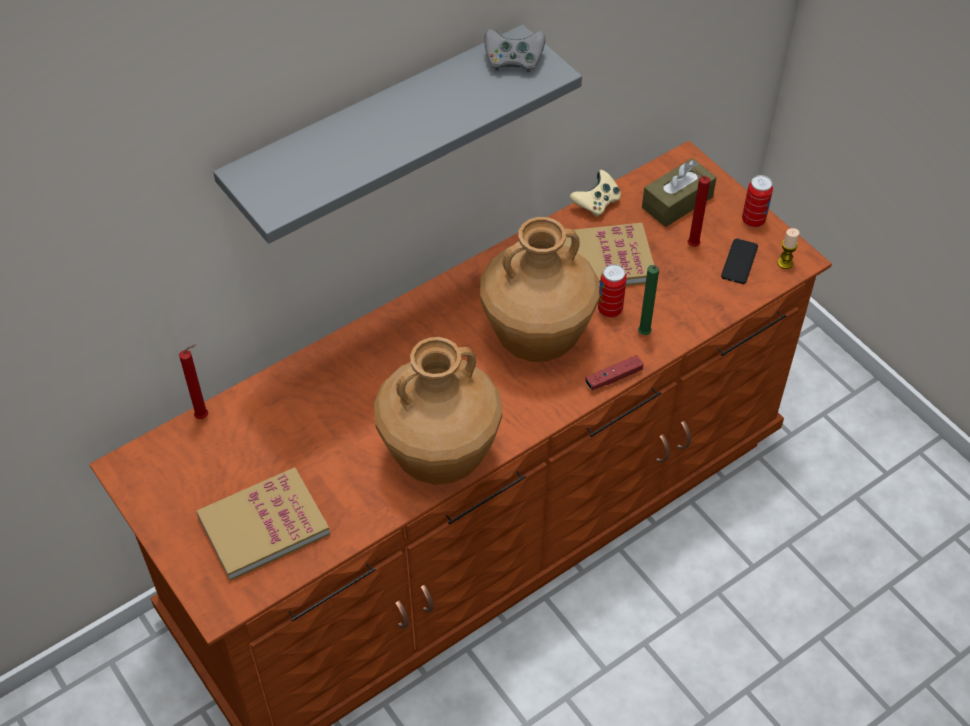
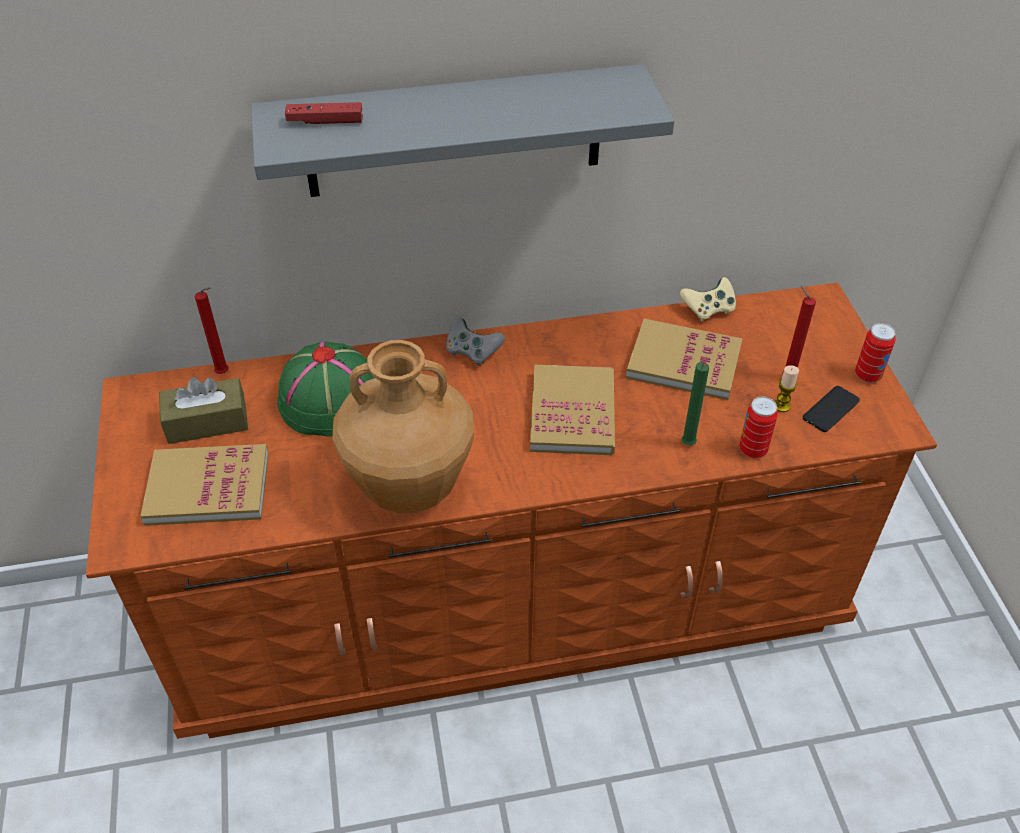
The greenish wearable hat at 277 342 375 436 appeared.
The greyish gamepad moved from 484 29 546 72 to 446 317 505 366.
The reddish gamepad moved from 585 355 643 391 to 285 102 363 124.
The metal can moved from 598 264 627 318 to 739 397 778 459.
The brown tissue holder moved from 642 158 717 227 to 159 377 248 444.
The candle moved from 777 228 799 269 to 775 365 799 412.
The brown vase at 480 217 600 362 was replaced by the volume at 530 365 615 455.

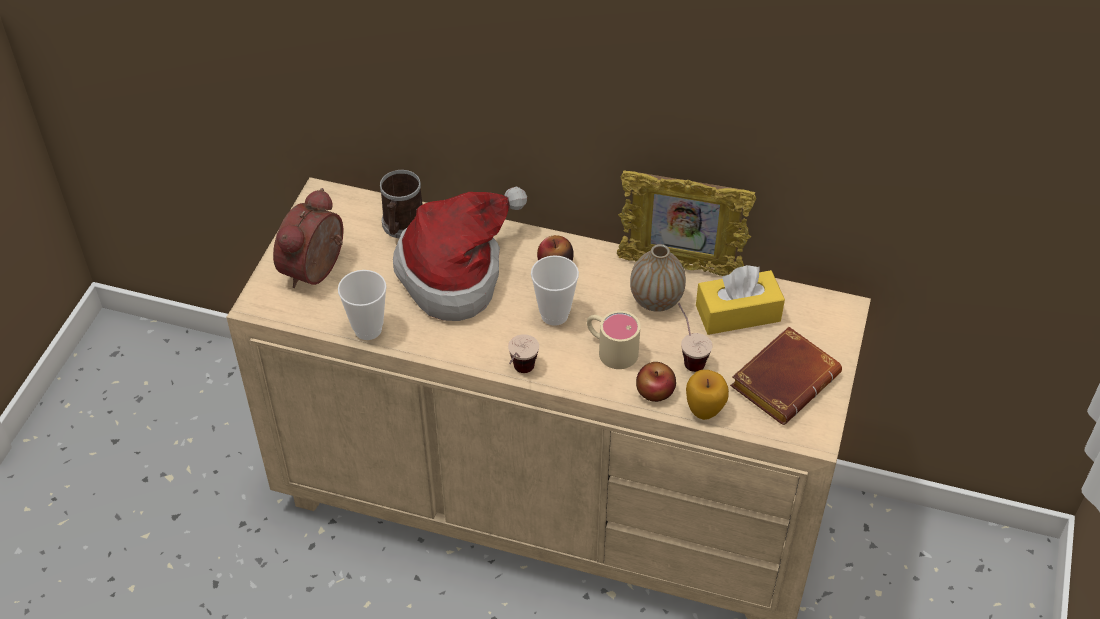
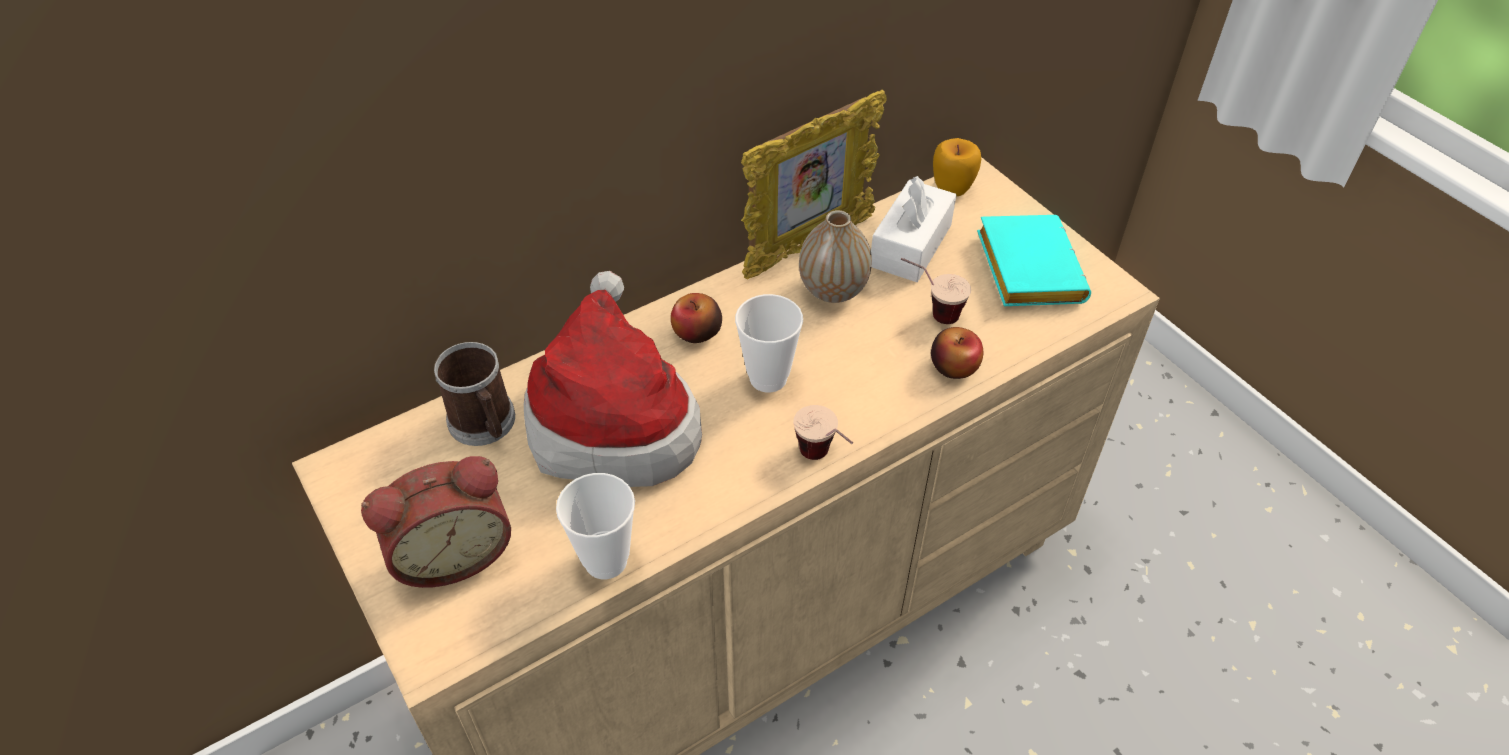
The beige tea mug at 587 311 641 369 disappeared.
The apple moved from 686 370 729 420 to 933 138 981 196.
The yellow tissue holder at 696 265 785 335 became the white tissue holder at 871 176 956 282.
The brown volume at 730 327 842 425 became the turquoise-coloured volume at 977 215 1091 306.
The bedside clock at 273 188 343 288 turned 90 degrees counterclockwise.

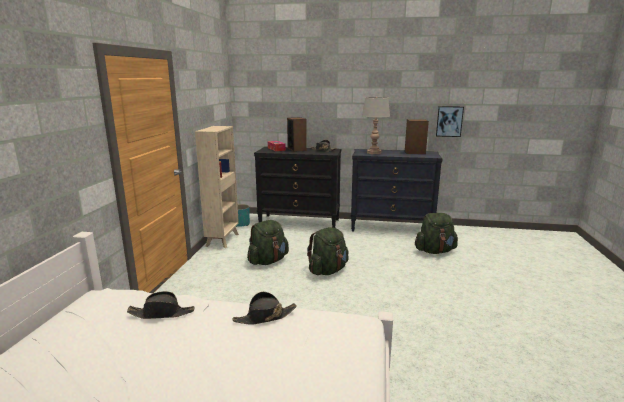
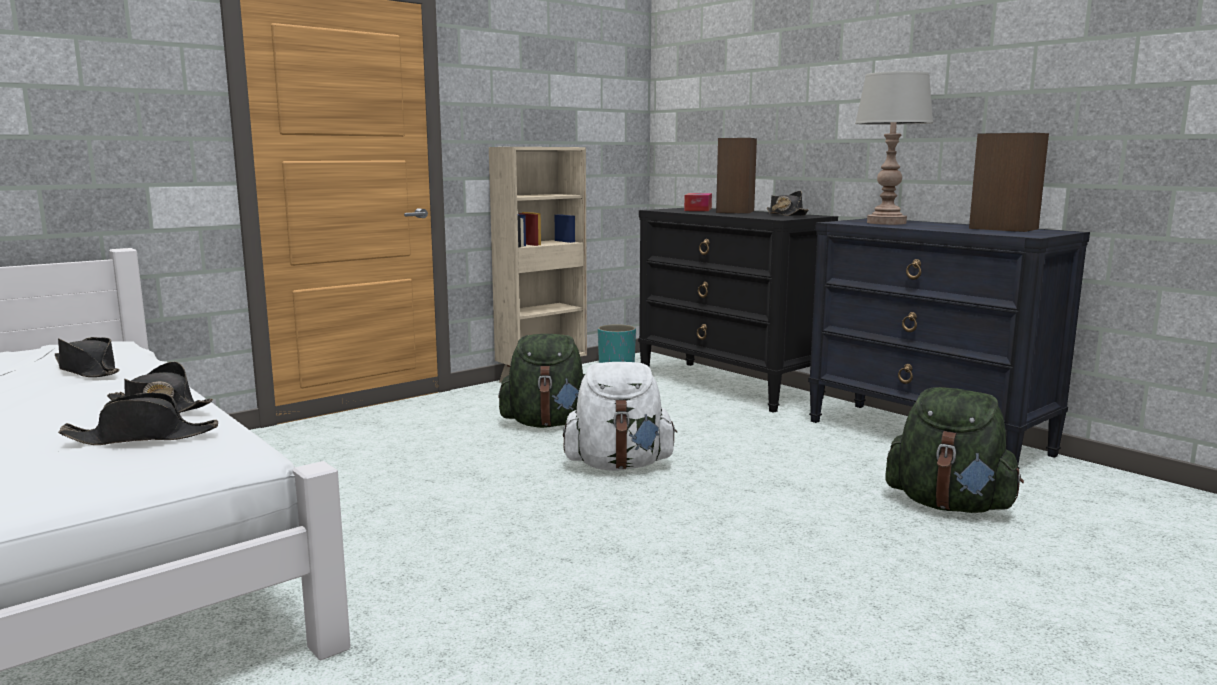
The picture at 436 106 464 137 disappeared.
The blackish wearable hat at 58 393 218 445 appeared.
The greenish knapsack at 307 227 348 275 became the white knapsack at 563 362 677 471.

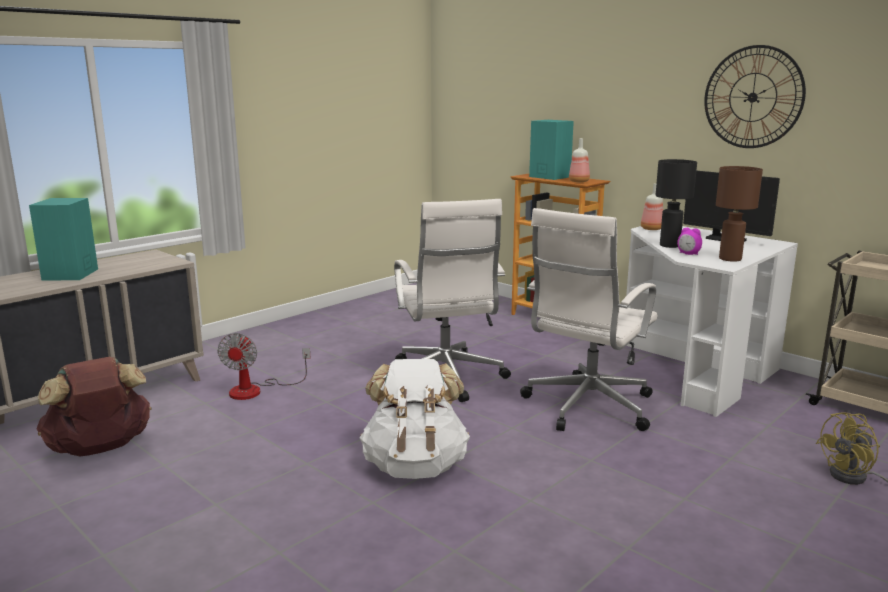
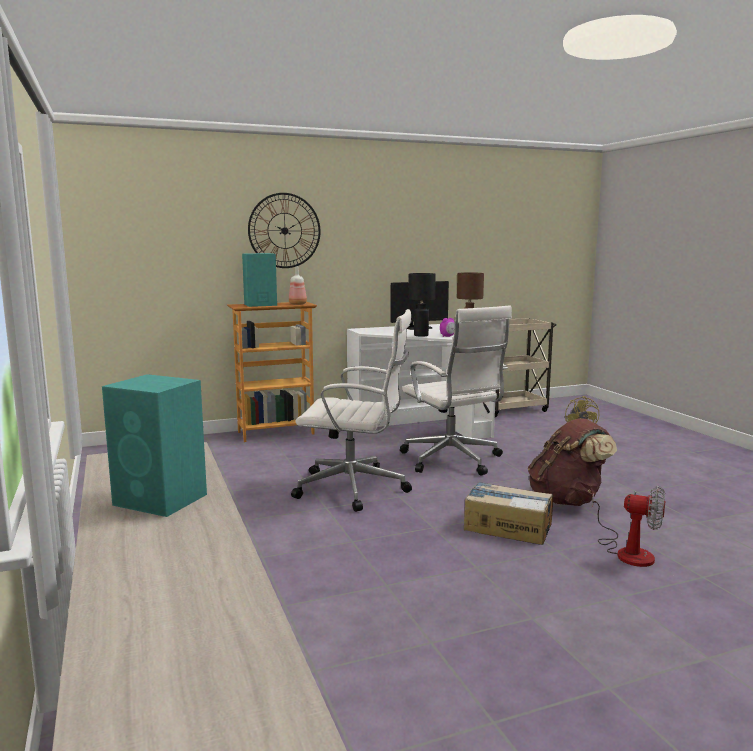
The bottle at 641 183 663 230 disappeared.
The brown knapsack moved from 36 357 152 457 to 528 419 617 506.
The electric fan moved from 217 333 311 400 to 592 485 665 567.
The hanging clock moved from 704 45 806 148 to 248 193 320 268.
The white knapsack at 359 359 470 479 was replaced by the carton at 464 481 553 545.

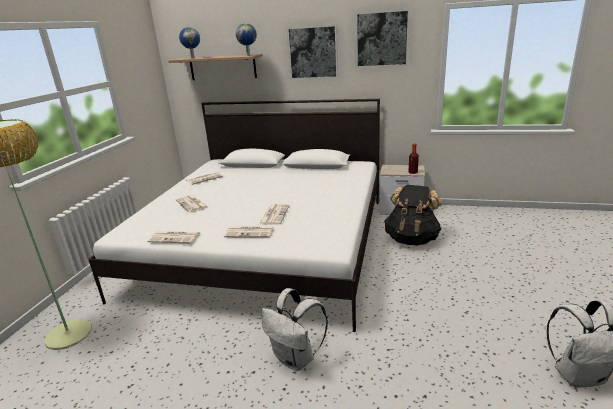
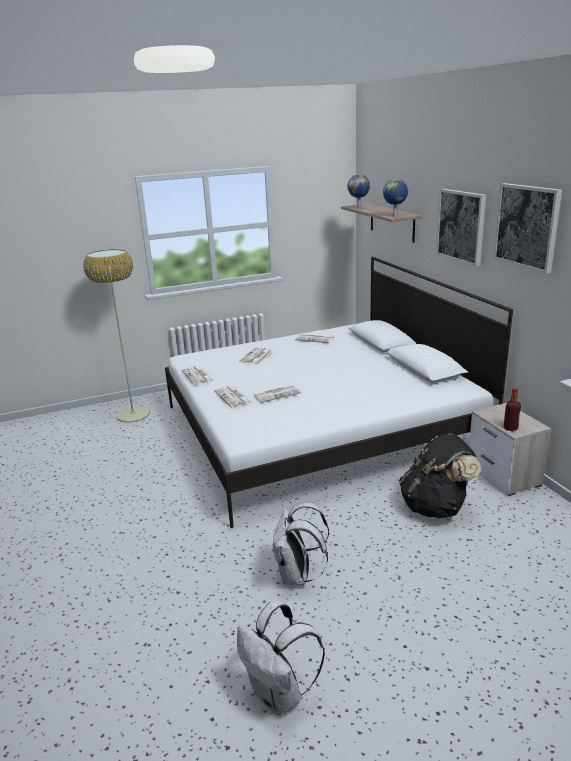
The white knapsack moved from 262 288 328 371 to 272 503 329 586.

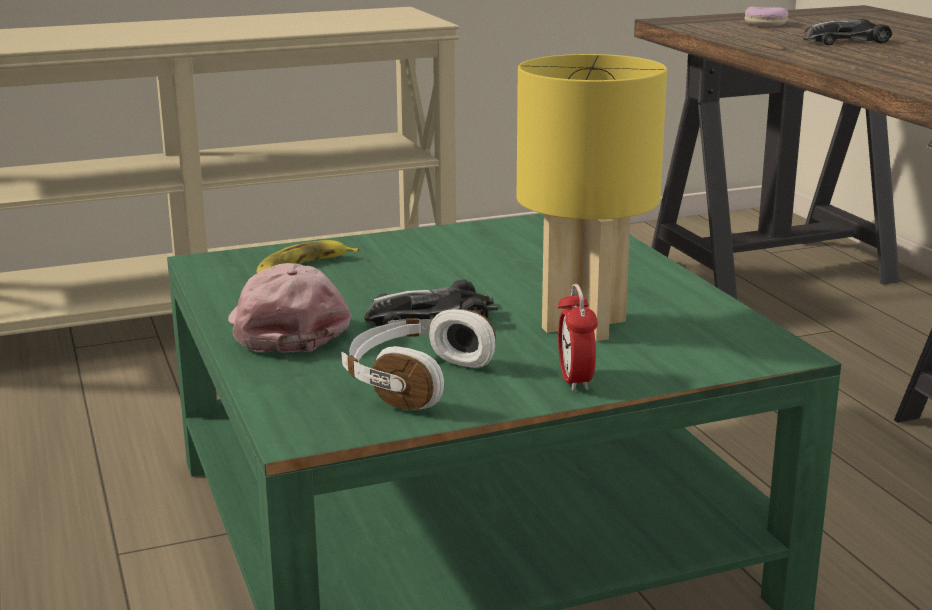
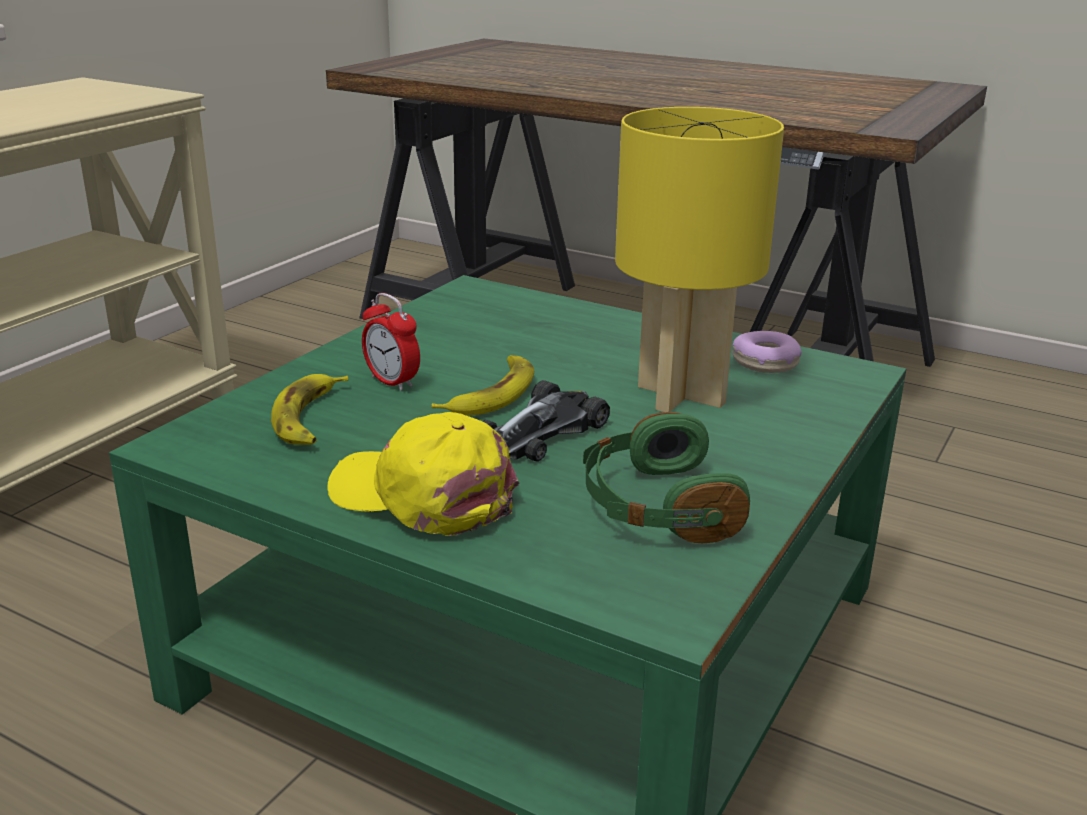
The model car at 803 18 892 45 disappeared.
The banana fruit at 432 355 534 416 appeared.
The bedside clock moved from 558 284 598 391 to 362 293 420 391.
The donut moved from 745 7 788 26 to 732 331 801 373.
The pink-coloured peaked cap at 228 263 352 353 became the yellow peaked cap at 328 412 519 536.
The white headset at 341 309 496 410 became the greenish headset at 583 412 750 543.

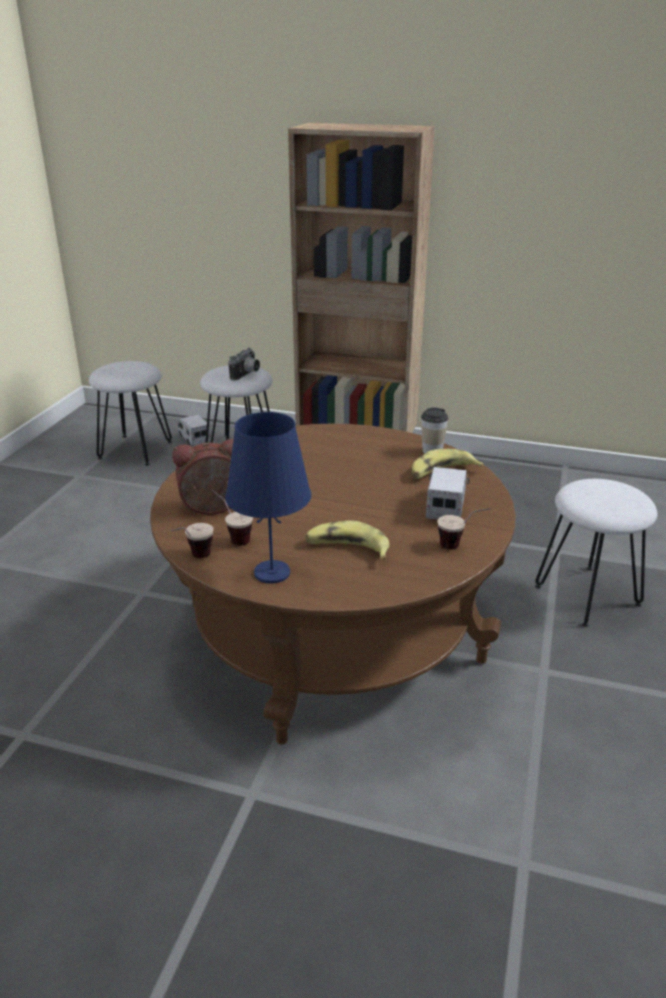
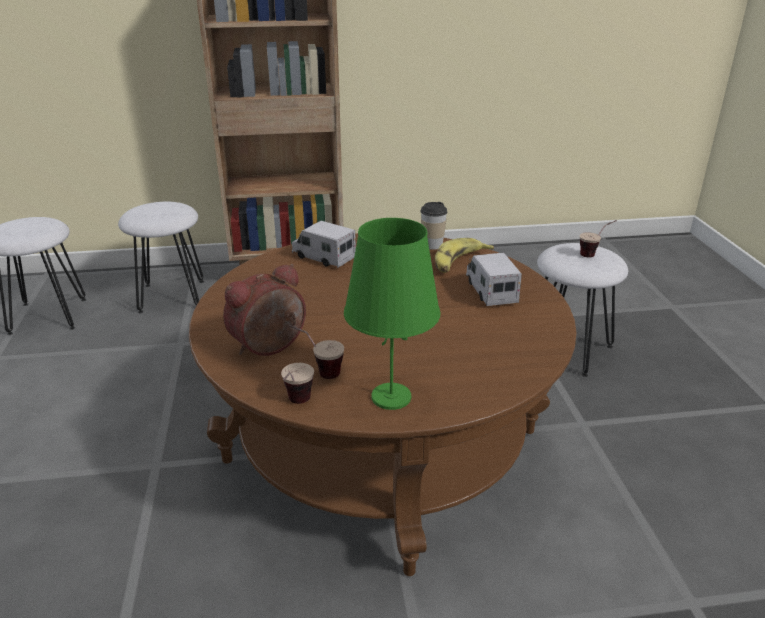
The still camera at 228 348 260 381 disappeared.
The banana fruit at 305 520 389 560 disappeared.
The toy lorry moved from 177 414 211 447 to 292 221 356 268.
The drinking cup moved from 437 508 491 550 to 580 220 617 258.
The blue lamp for a table at 225 412 311 584 became the greenish lamp for a table at 344 218 441 410.

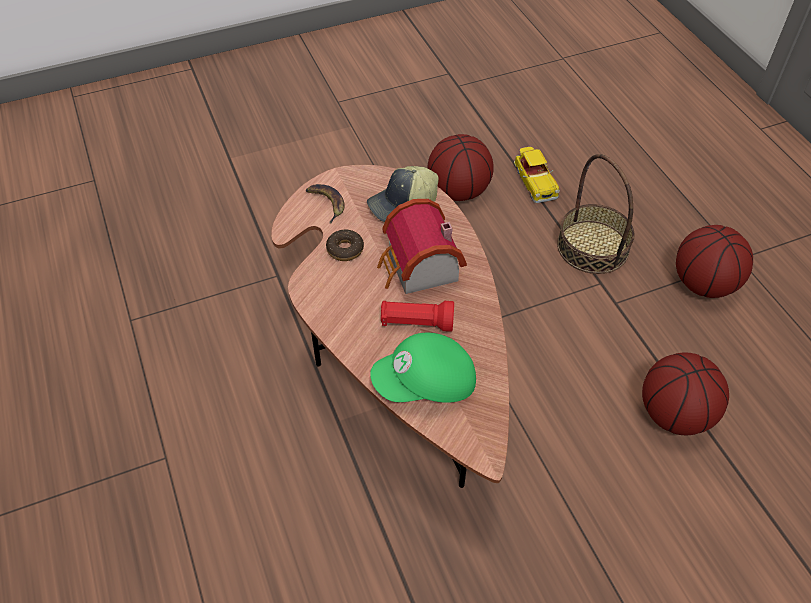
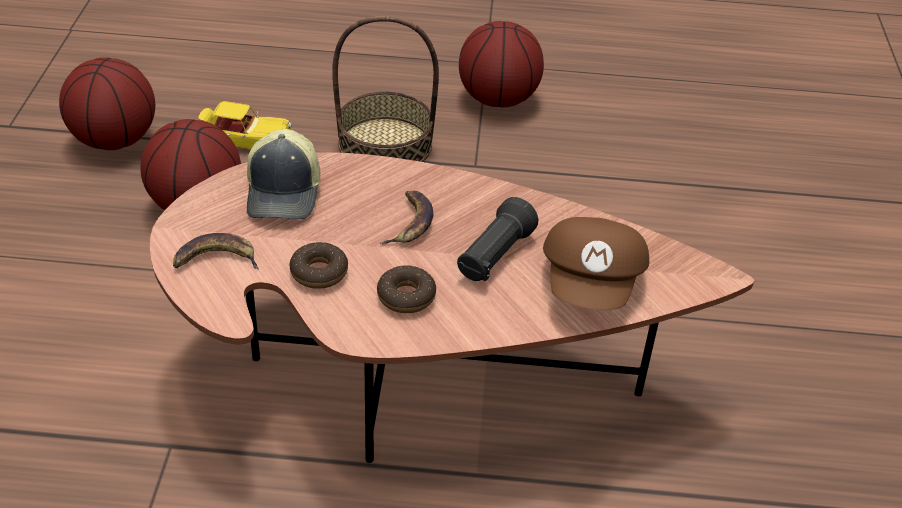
The donut at 377 265 436 313 appeared.
The basketball moved from 642 353 729 435 to 59 57 155 150.
The miniature house at 377 199 467 294 was replaced by the banana fruit at 381 191 433 245.
The greenish peaked cap at 370 333 476 403 became the brown peaked cap at 543 217 649 310.
The reddish hand torch at 381 301 454 332 became the blackish hand torch at 457 197 538 281.

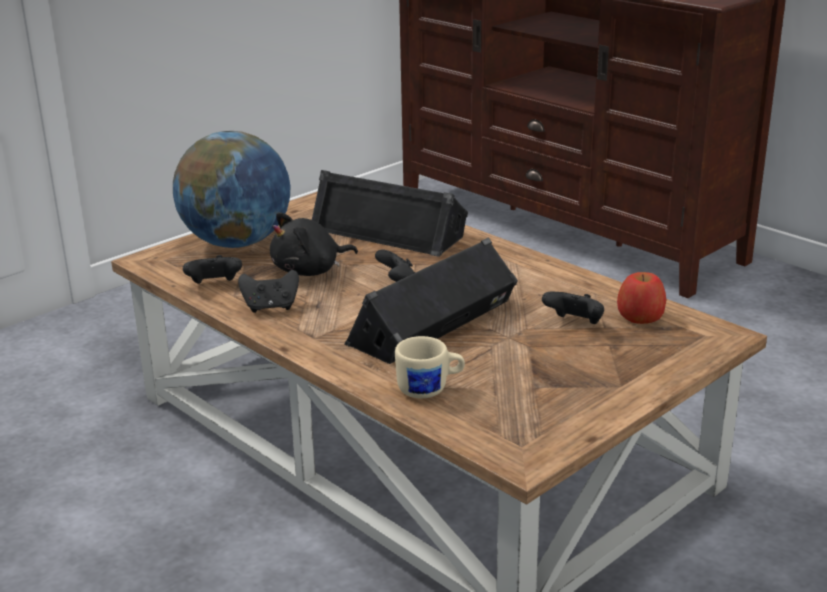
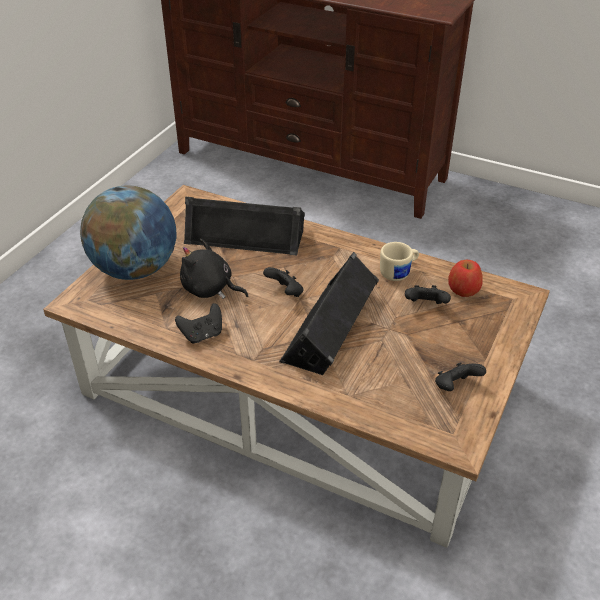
The blackish gamepad moved from 183 255 242 284 to 435 362 486 391.
The beige tea mug moved from 395 336 465 398 to 380 242 419 281.
The blackish soft toy at 270 212 358 276 turned 75 degrees clockwise.

